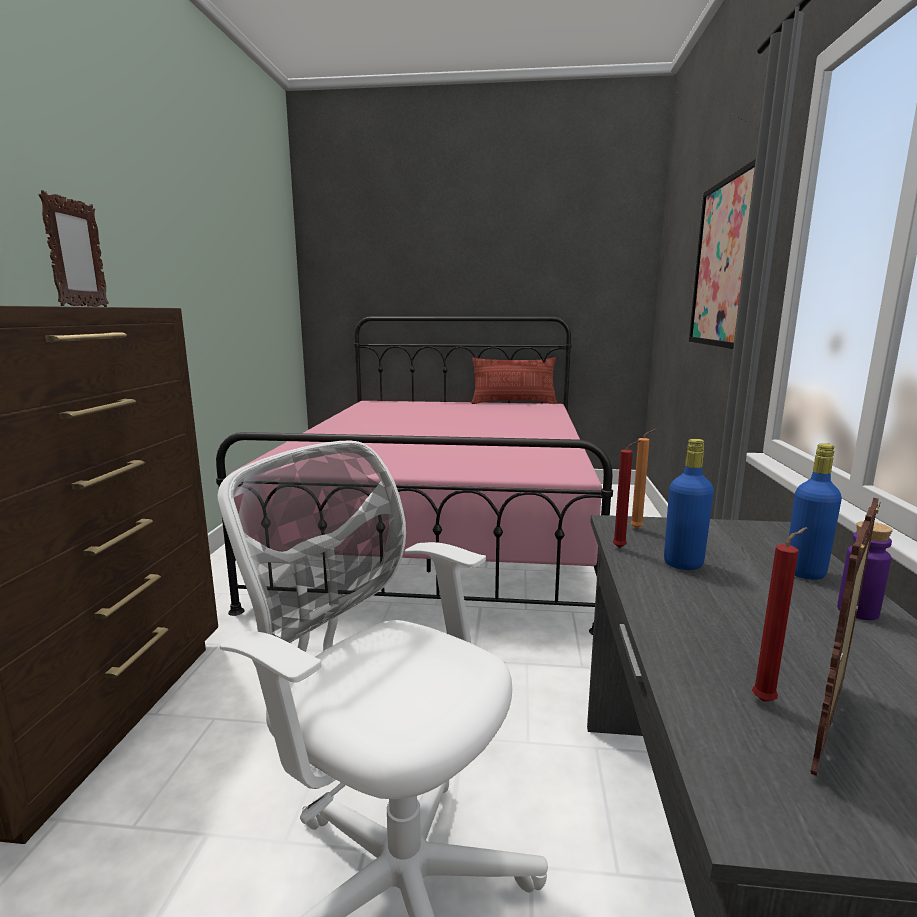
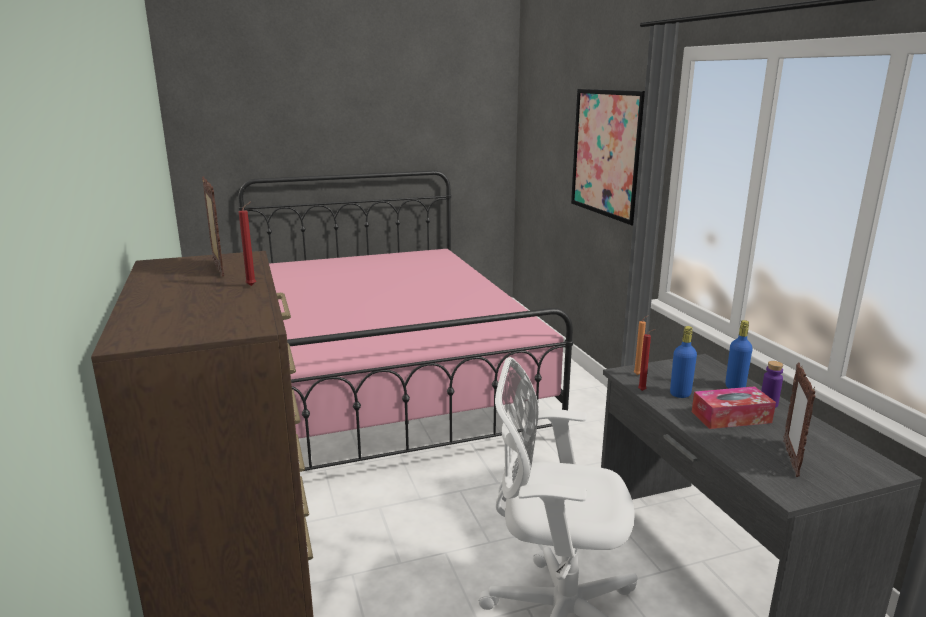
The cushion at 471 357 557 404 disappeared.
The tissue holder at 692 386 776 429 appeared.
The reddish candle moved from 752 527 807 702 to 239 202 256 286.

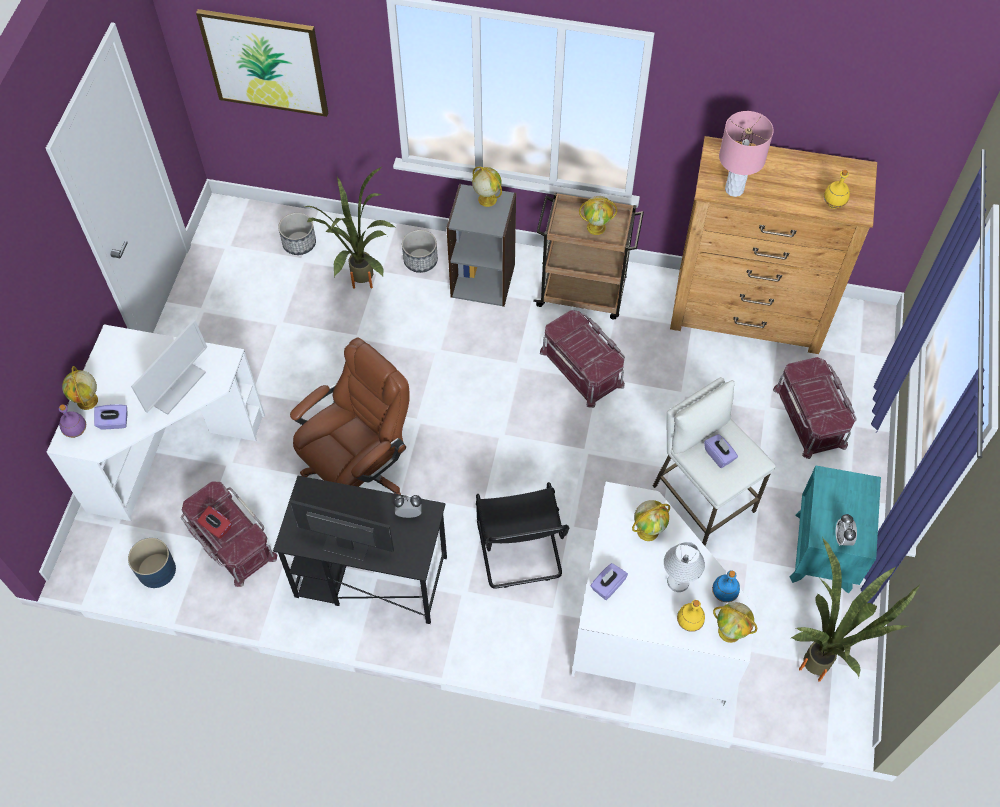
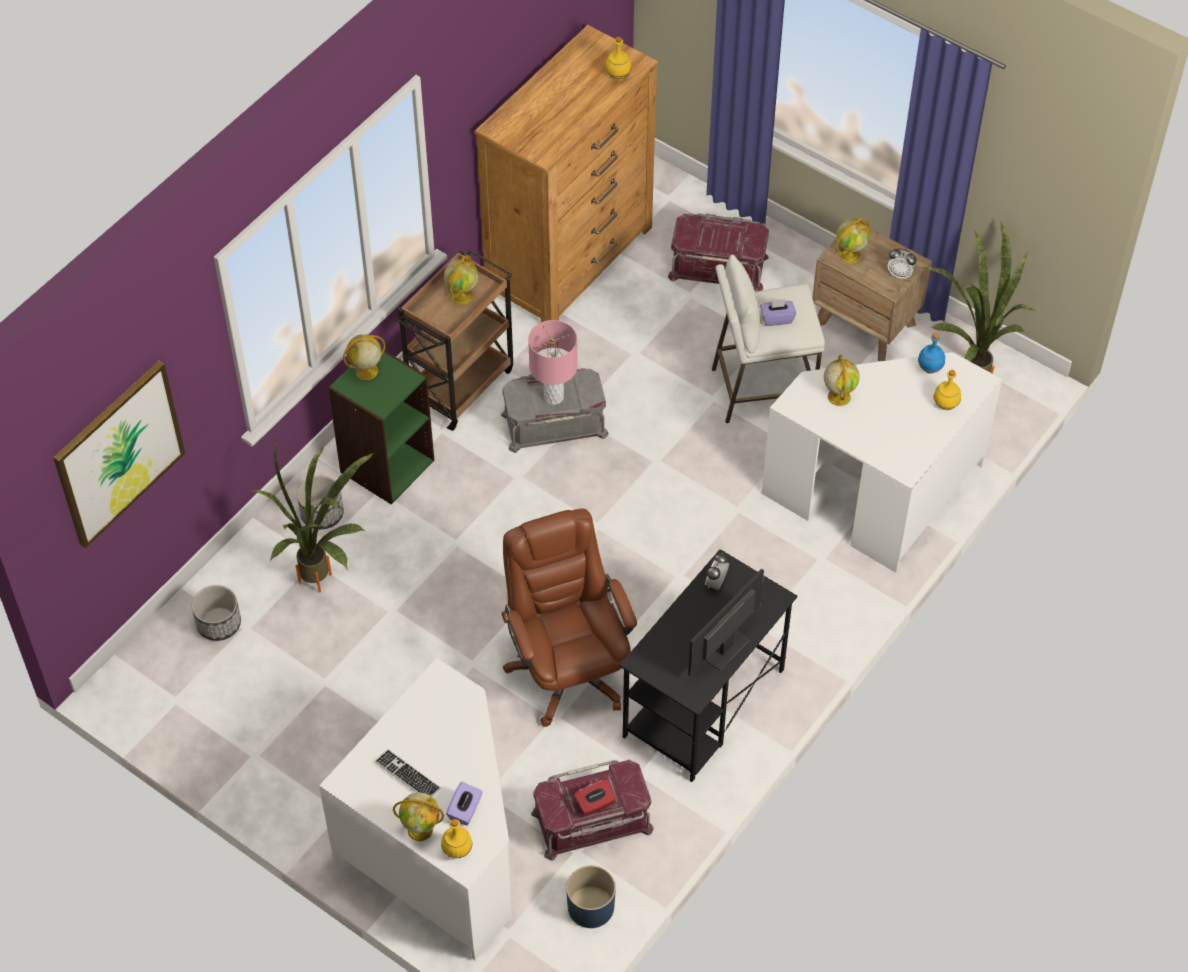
The monitor at 131 319 207 415 disappeared.
The blackish upright chair at 476 482 570 589 disappeared.
The purple tissue holder at 590 563 628 600 disappeared.
The white lamp for a table at 664 542 705 592 disappeared.
The PC keyboard at 374 749 441 796 appeared.
The globe moved from 713 602 757 643 to 836 218 870 263.
The pink-coloured lamp for a table moved from 719 111 774 197 to 528 320 577 405.
The purple bottle at 59 404 86 438 became the yellow bottle at 441 819 472 858.
The greyish bookshelf at 447 184 516 307 became the greenish bookshelf at 328 348 434 505.
The reddish storage box at 540 310 625 408 became the greyish storage box at 501 368 609 453.
The turquoise-coloured bedside table at 790 466 881 593 became the brown bedside table at 812 228 932 361.

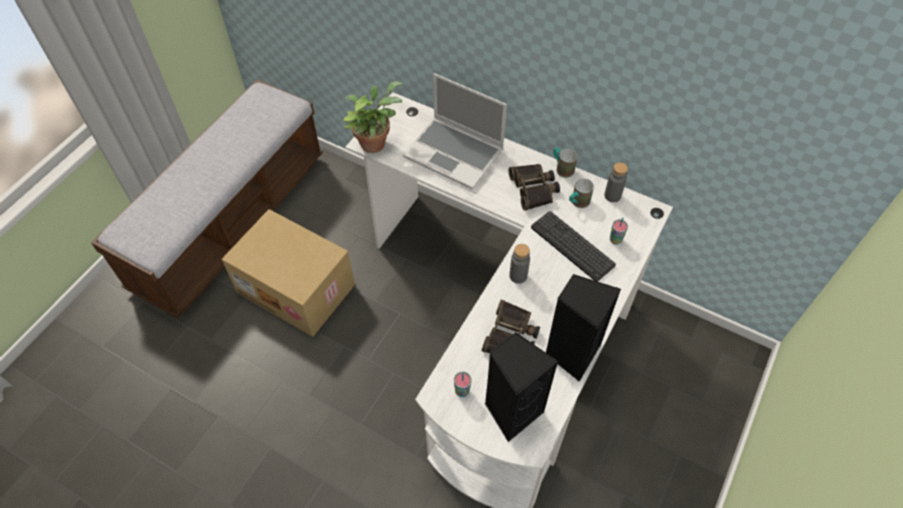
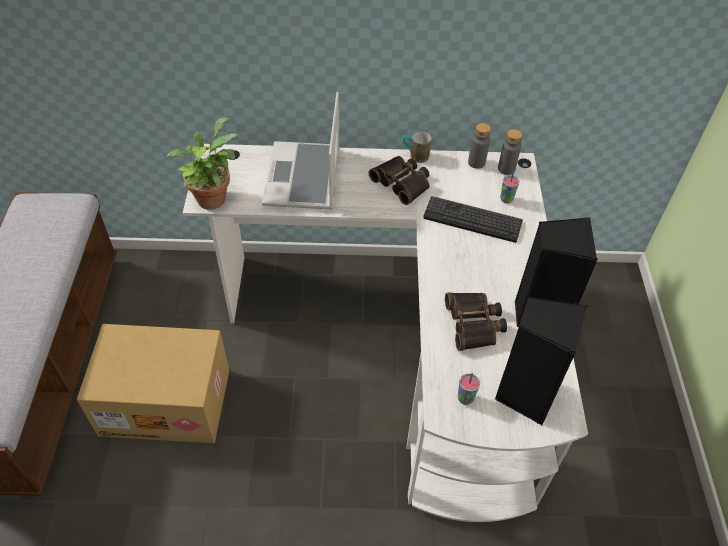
The tea mug at 569 179 594 208 disappeared.
The greyish bottle moved from 509 244 530 284 to 498 129 522 175.
The portable computer at 403 73 507 190 turned 90 degrees clockwise.

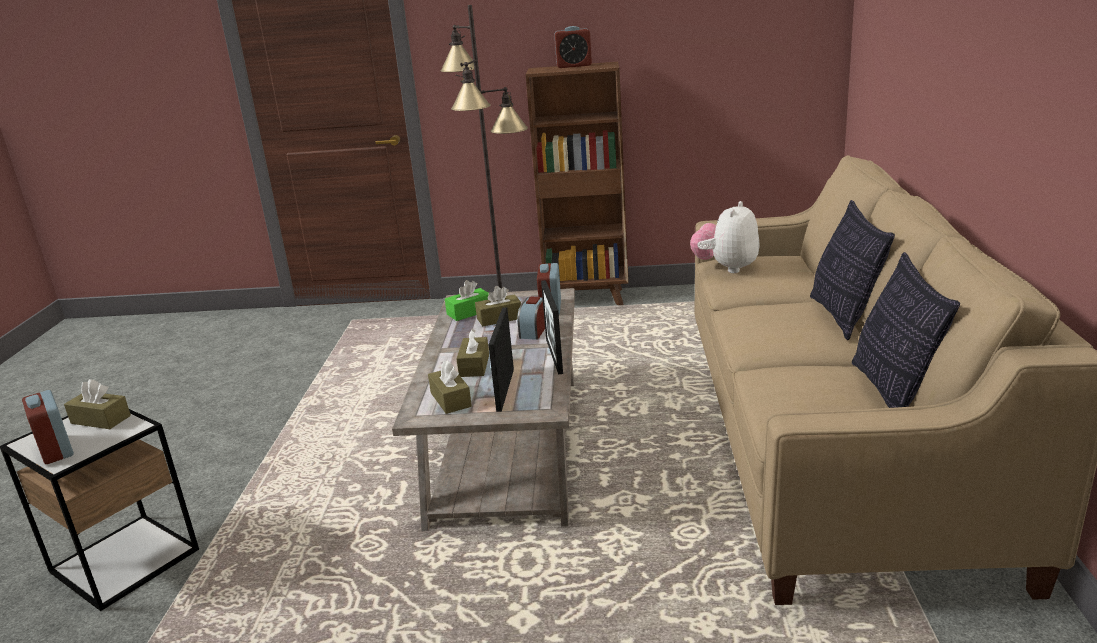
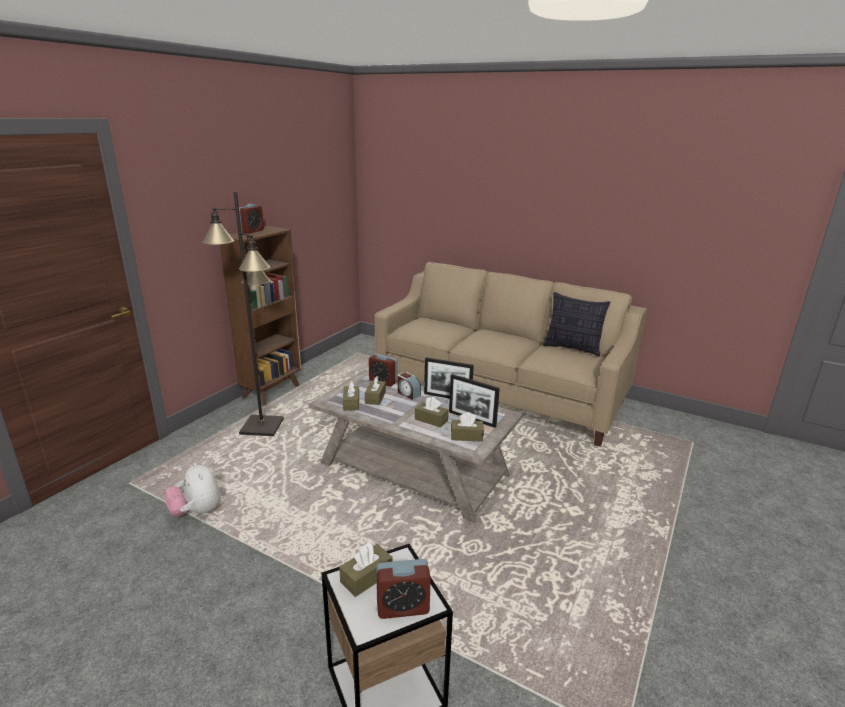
The cushion at 810 200 895 340 disappeared.
The soft toy moved from 690 201 760 273 to 165 463 221 517.
The greenish tissue holder at 445 280 489 321 became the brown tissue holder at 343 381 359 411.

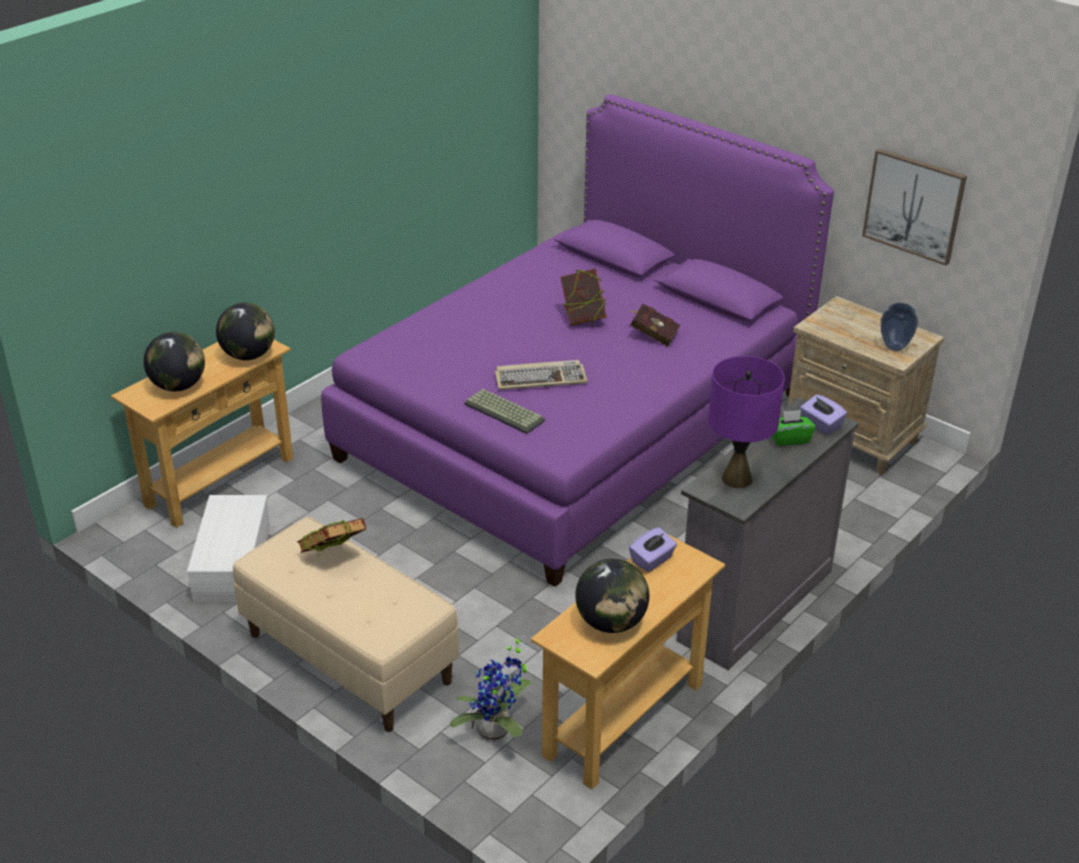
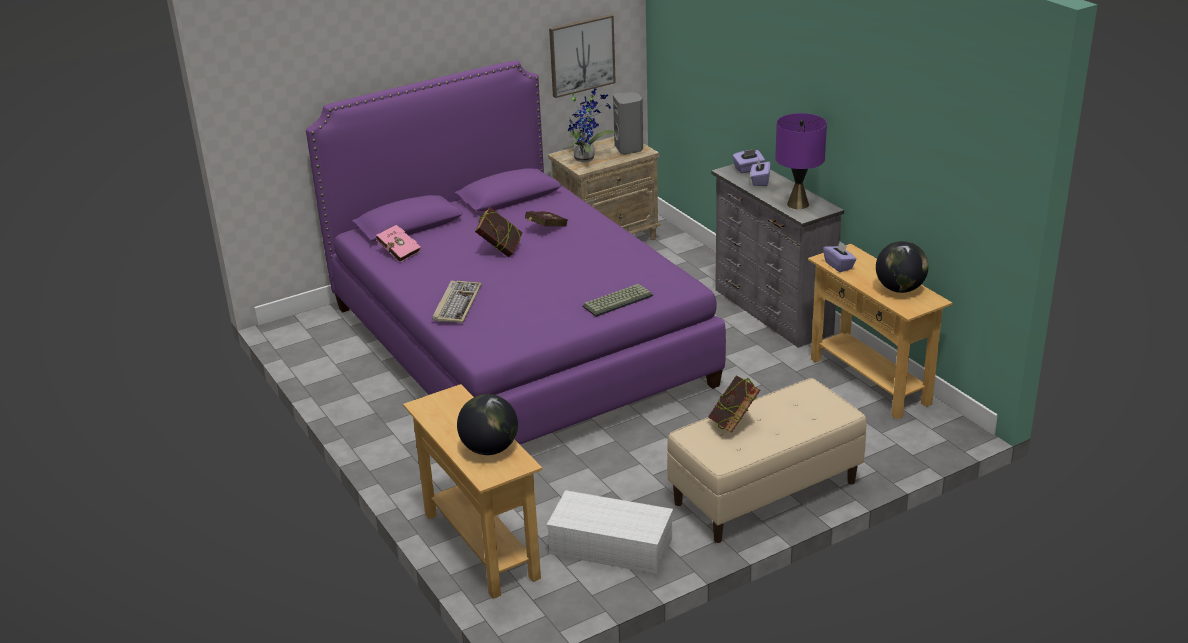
The globe at 216 303 275 360 disappeared.
The pink-coloured volume at 376 225 421 262 appeared.
The houseplant moved from 450 635 532 741 to 566 88 615 162.
The PC keyboard moved from 495 360 588 390 to 432 280 482 323.
The vase at 881 303 918 351 was replaced by the greyish loudspeaker at 613 92 643 155.
The greenish tissue holder at 772 410 816 446 became the purple tissue holder at 751 158 771 186.

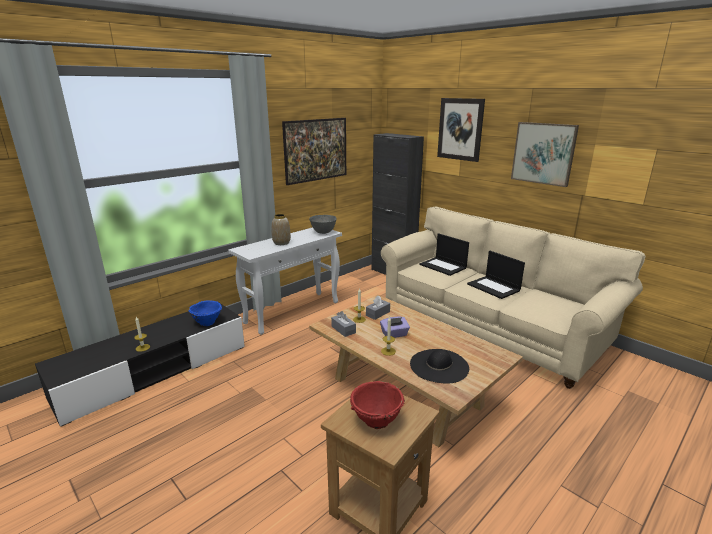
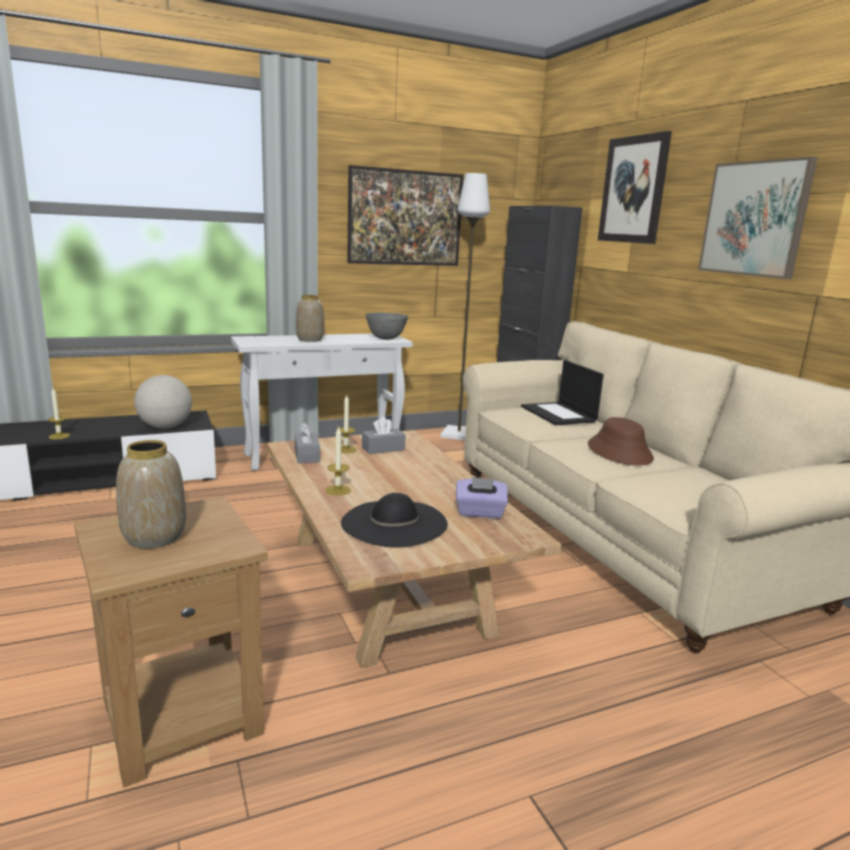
The white standard lamp at 441 173 490 441 appeared.
The purple tissue holder moved from 380 317 410 338 to 456 477 508 518.
The blue bowl at 188 301 222 326 was replaced by the globe at 134 375 192 429.
The reddish bowl at 350 381 405 429 was replaced by the vase at 116 440 186 549.
The portable computer at 467 251 525 299 was replaced by the brown wearable hat at 588 417 654 466.

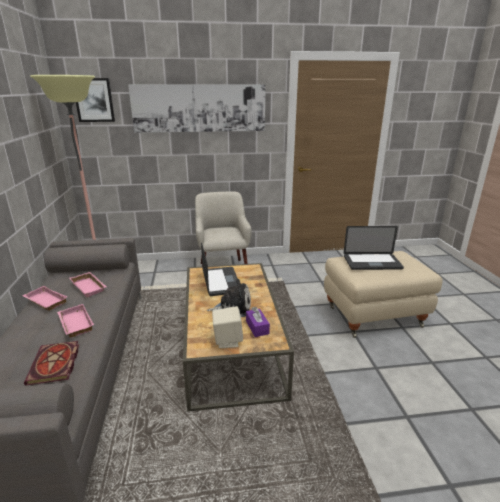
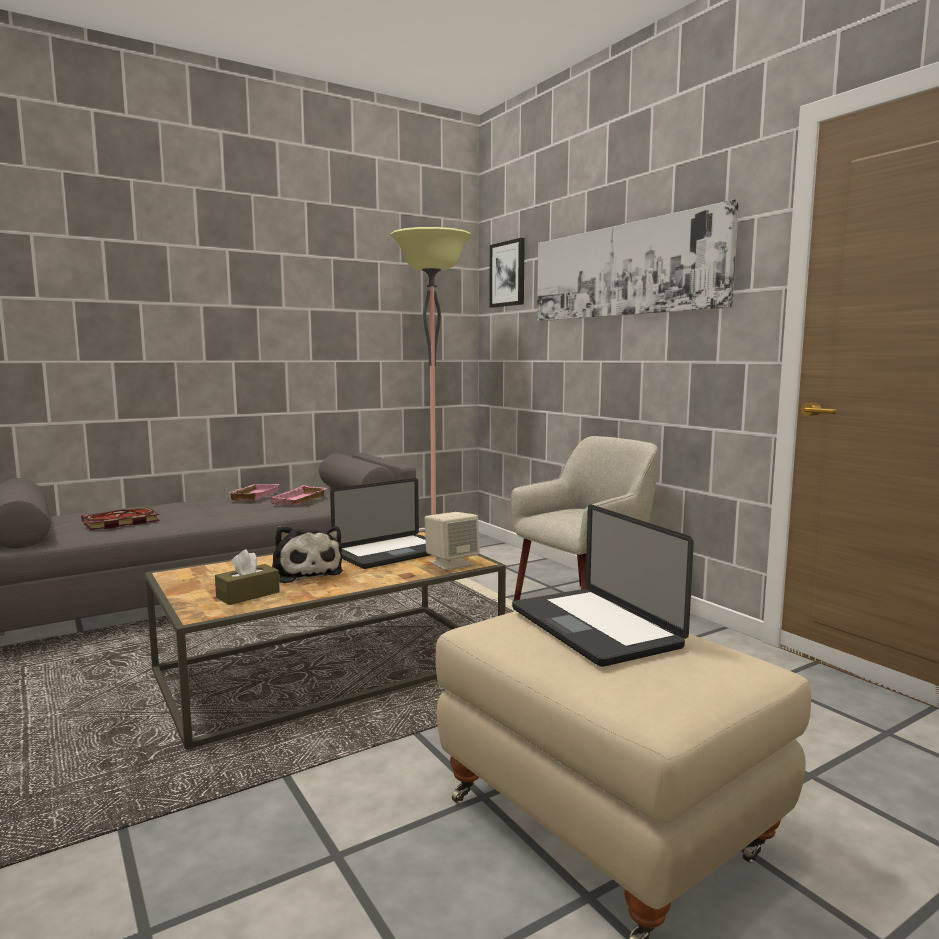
The pink-coloured serving tray at 57 304 94 337 disappeared.
The beige loudspeaker moved from 212 306 243 348 to 424 512 480 570.
The purple tissue holder at 246 307 270 337 became the brown tissue holder at 215 549 280 605.

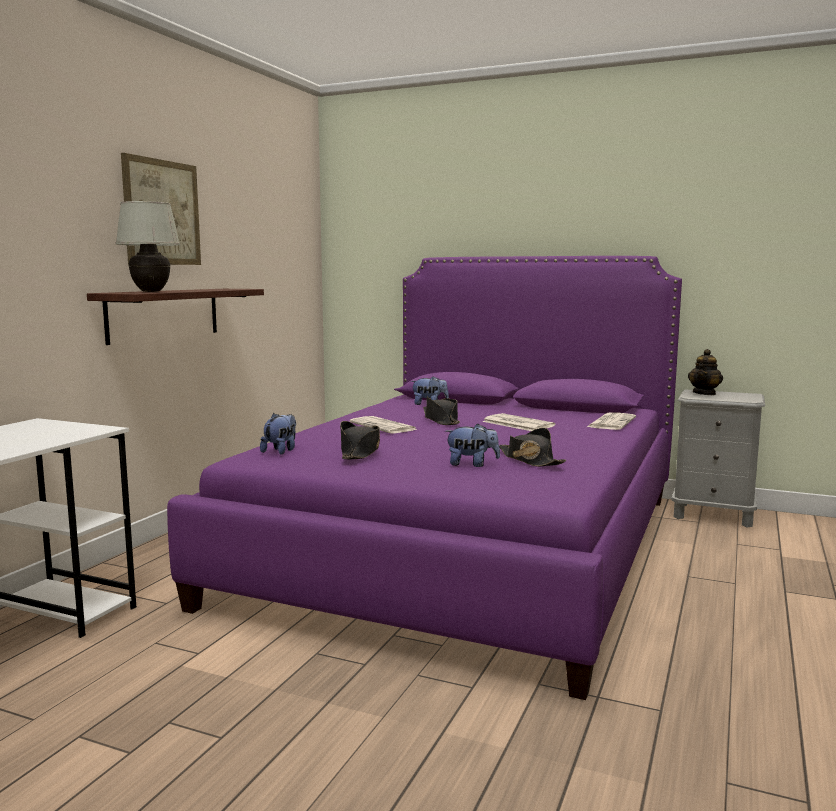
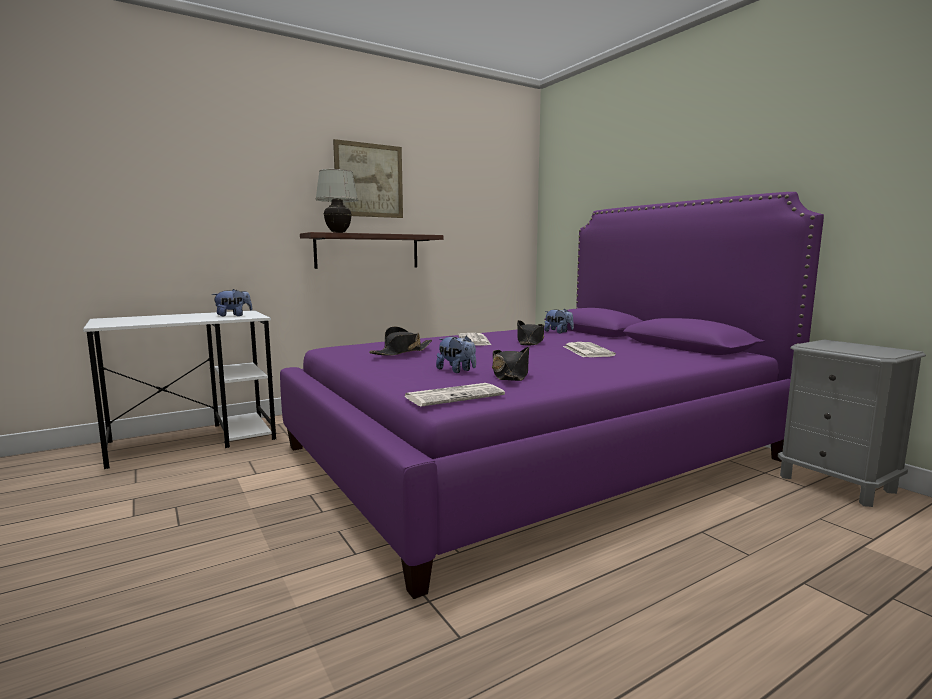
The tea pot at 688 349 723 395 disappeared.
The soft toy moved from 260 413 296 454 to 212 289 252 316.
The printed paper moved from 587 412 636 430 to 404 383 505 407.

